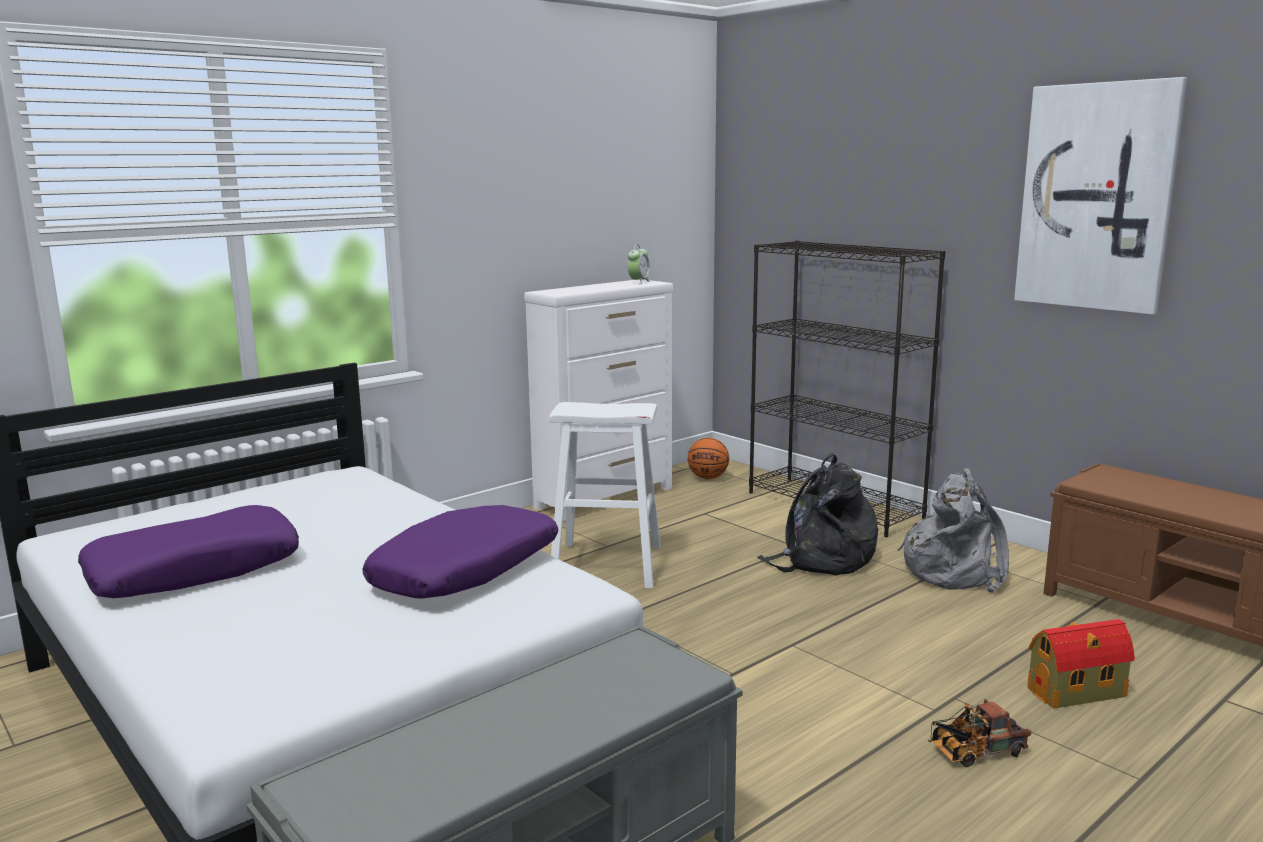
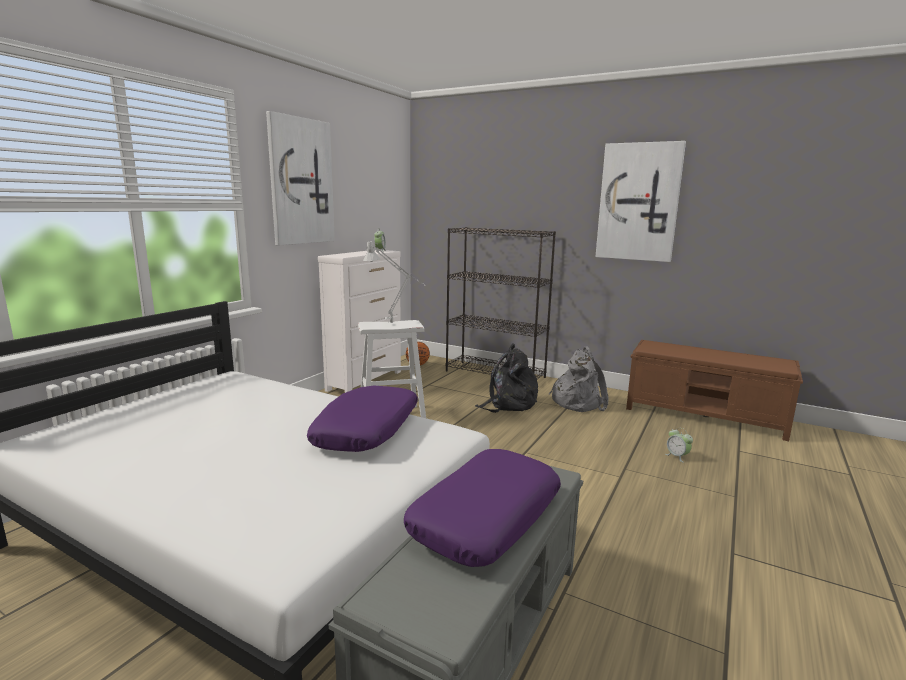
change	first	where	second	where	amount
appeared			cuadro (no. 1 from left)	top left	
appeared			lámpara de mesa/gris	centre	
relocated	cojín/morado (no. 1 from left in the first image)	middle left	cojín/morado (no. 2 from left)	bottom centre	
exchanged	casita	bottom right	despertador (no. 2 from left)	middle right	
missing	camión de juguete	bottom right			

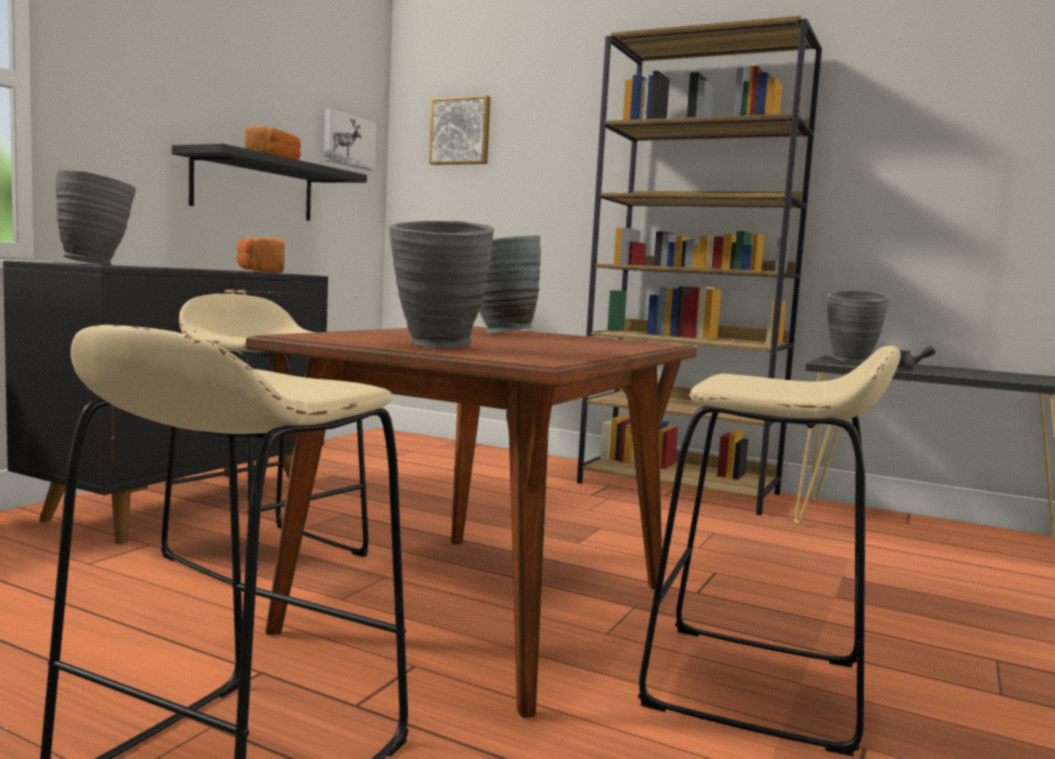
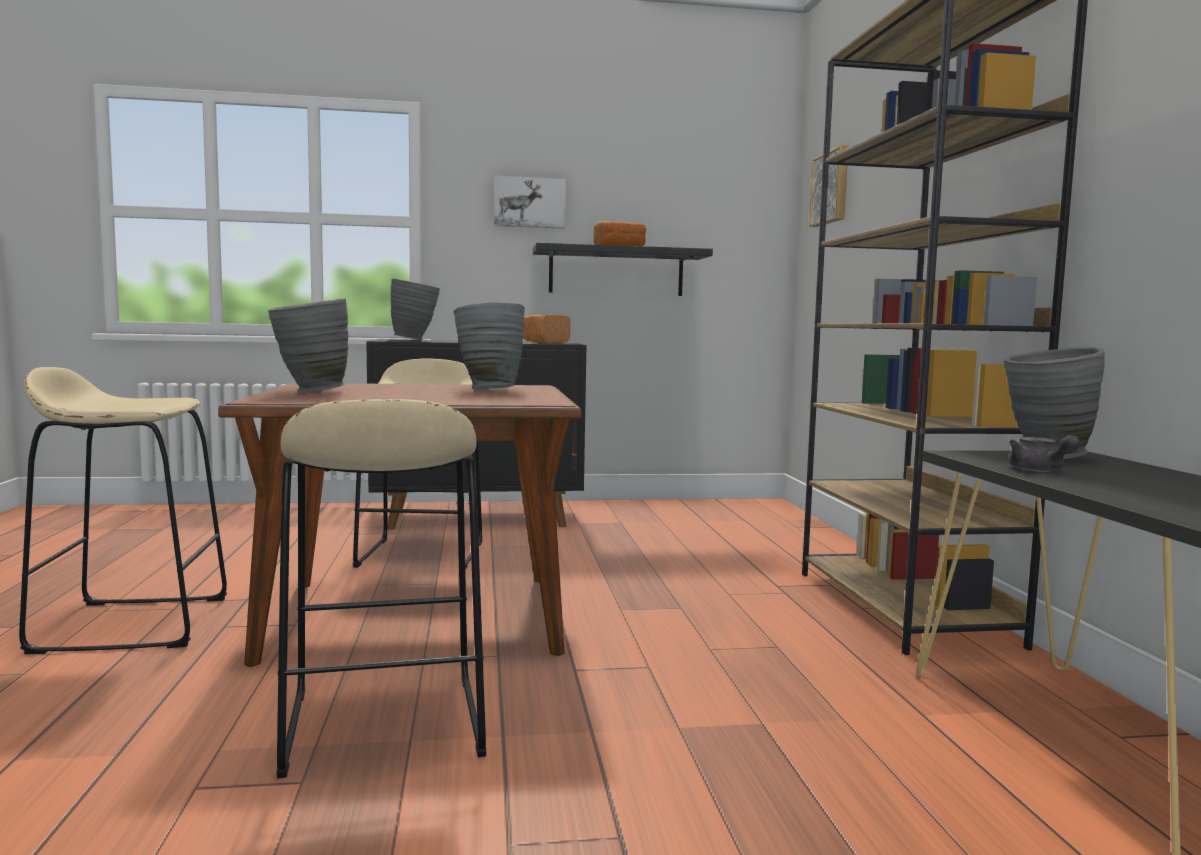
change	first	where	second	where	amount
relocated	cuadro (no. 1 from left)	top left		top centre	

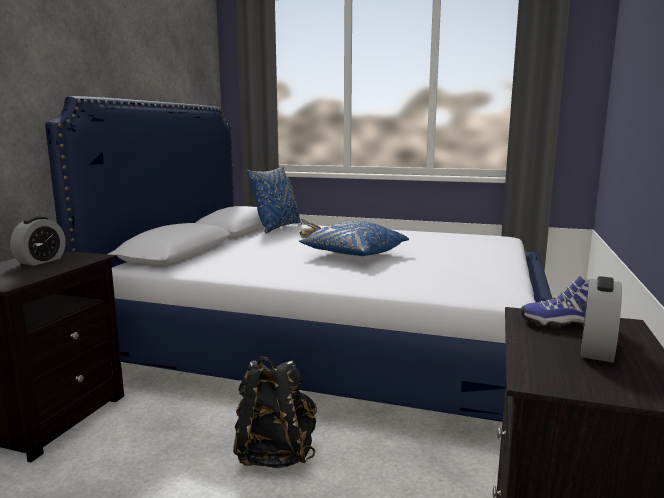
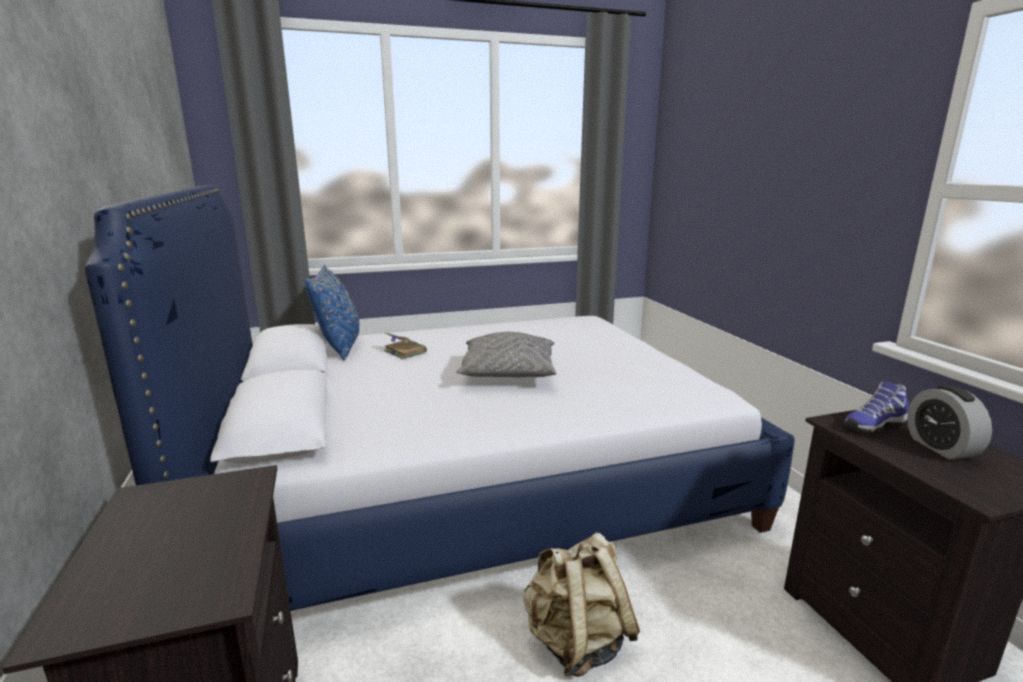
change	first	where	second	where	amount
colour	cojín/azul (no. 2 from left)	centre	cojín/gris	centre	
colour	mochila/negro	bottom centre	mochila/beis	bottom centre	
missing	despertador (no. 1 from left)	middle left			

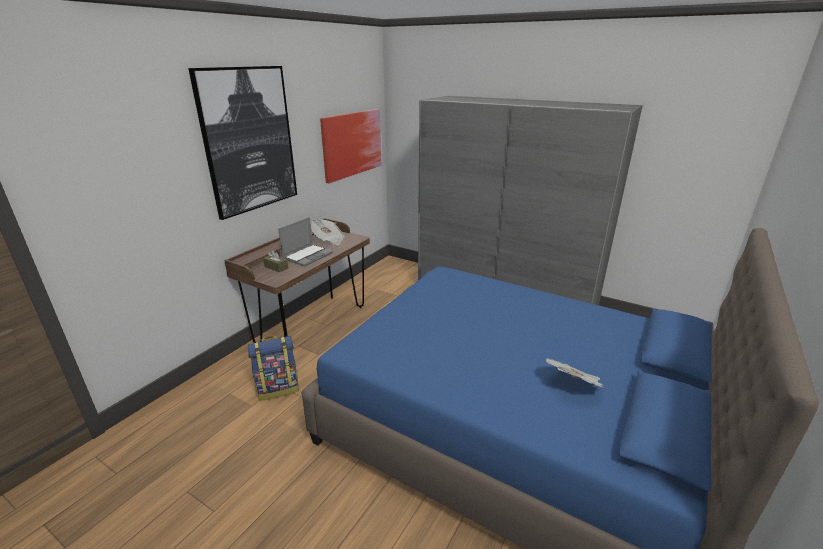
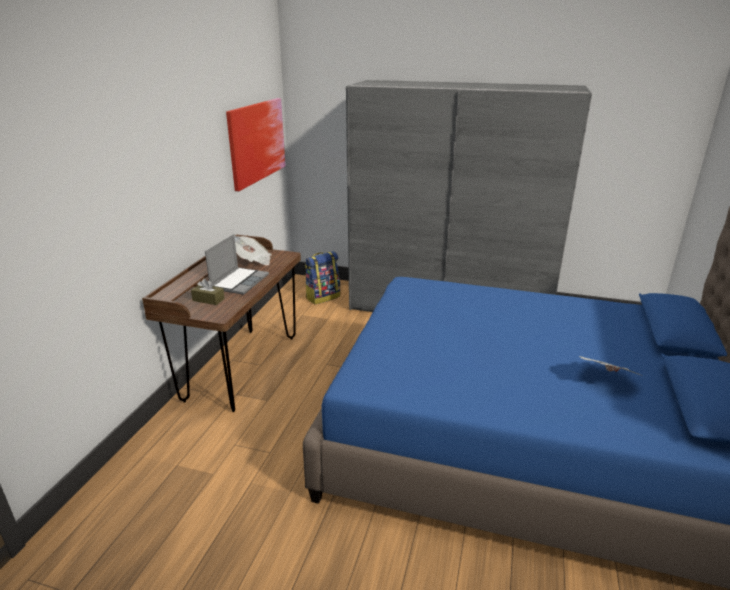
change	first	where	second	where	amount
relocated	mochila	bottom left		centre	
missing	cuadro (no. 1 from left)	top left			

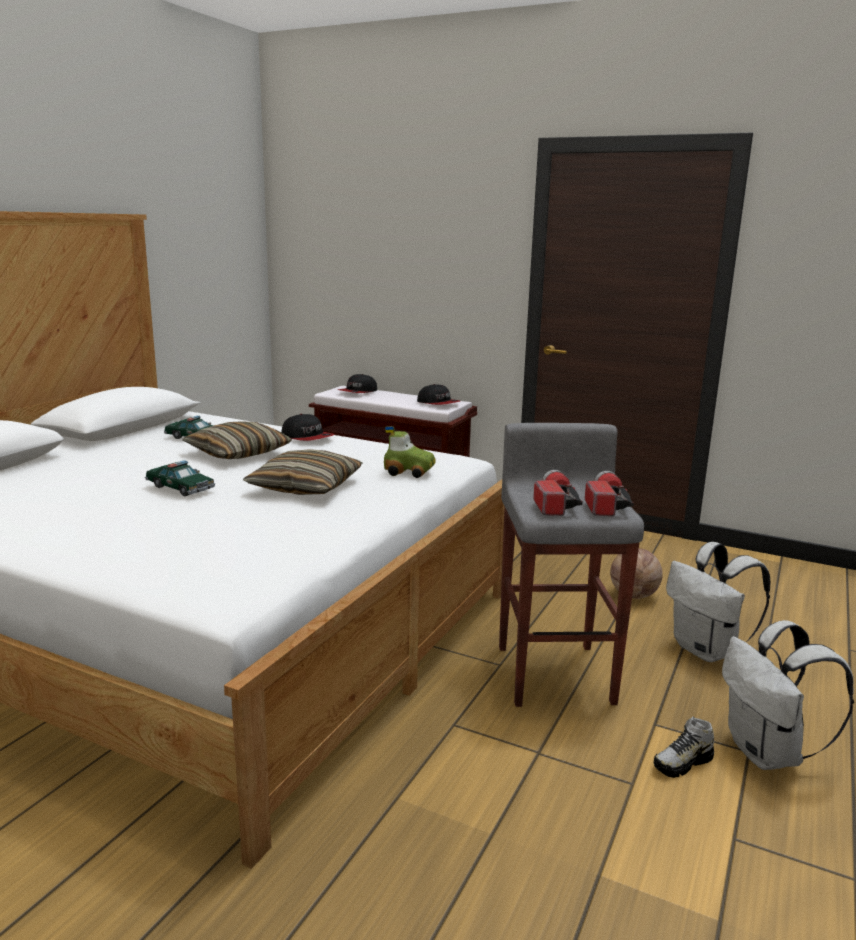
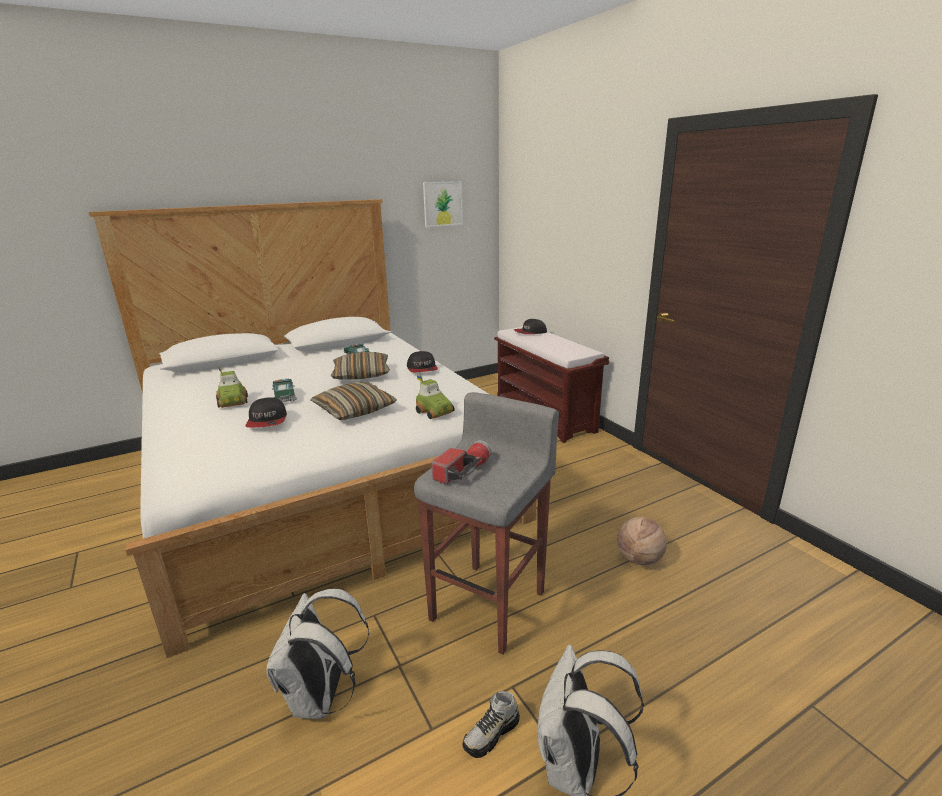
change	first	where	second	where	amount
appeared			coche de juguete (no. 1 from left)	middle left	
relocated	gorra (no. 3 from left in the first image)	centre	gorra (no. 1 from left)	middle left	
relocated	mochila/blanco (no. 1 from left)	middle right		bottom centre	
appeared			cuadro	top centre	
spun	zapato	bottom right		bottom centre	45 degrees counterclockwise
missing	linterna (no. 2 from left)	middle right			

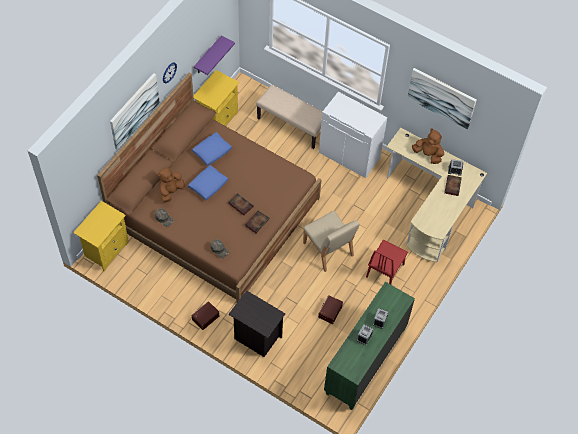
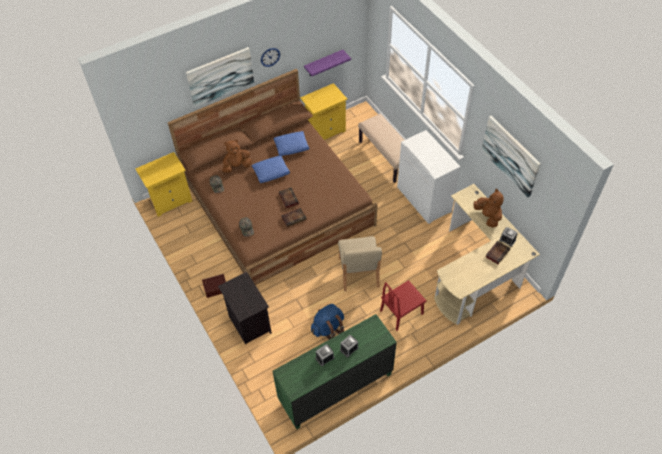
change	first	where	second	where	amount
exchanged	caja de almacenaje/marrón (no. 2 from left)	bottom centre	mochila/azul	bottom centre	

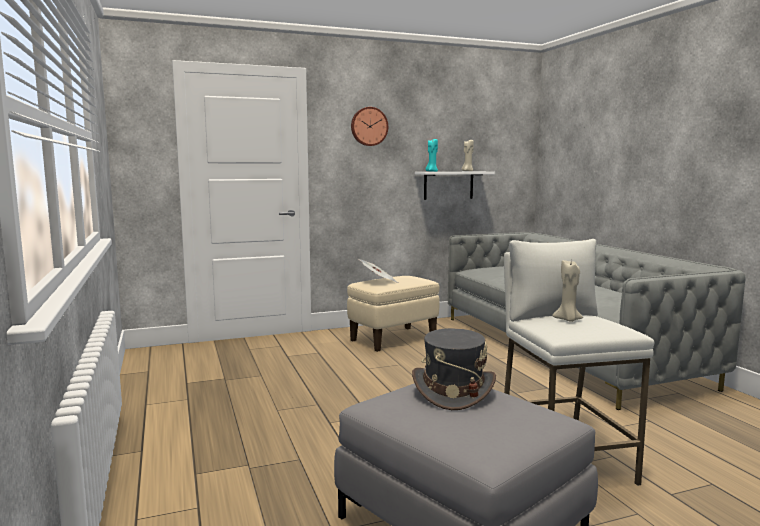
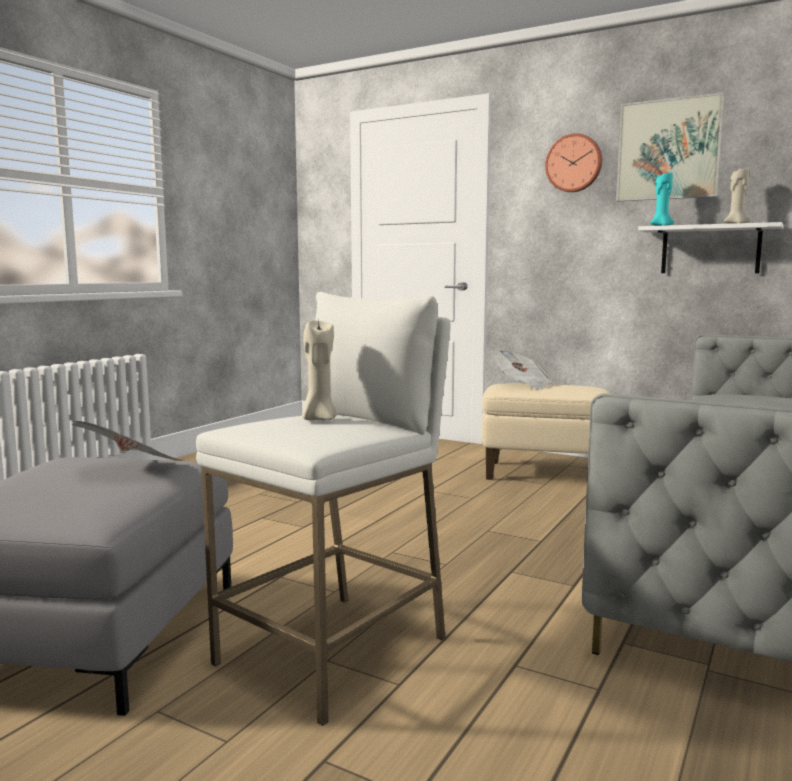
change	first	where	second	where	amount
exchanged	sombrero/gris	bottom centre	periódico (no. 1 from left)	middle left	
appeared			cuadro	top right	

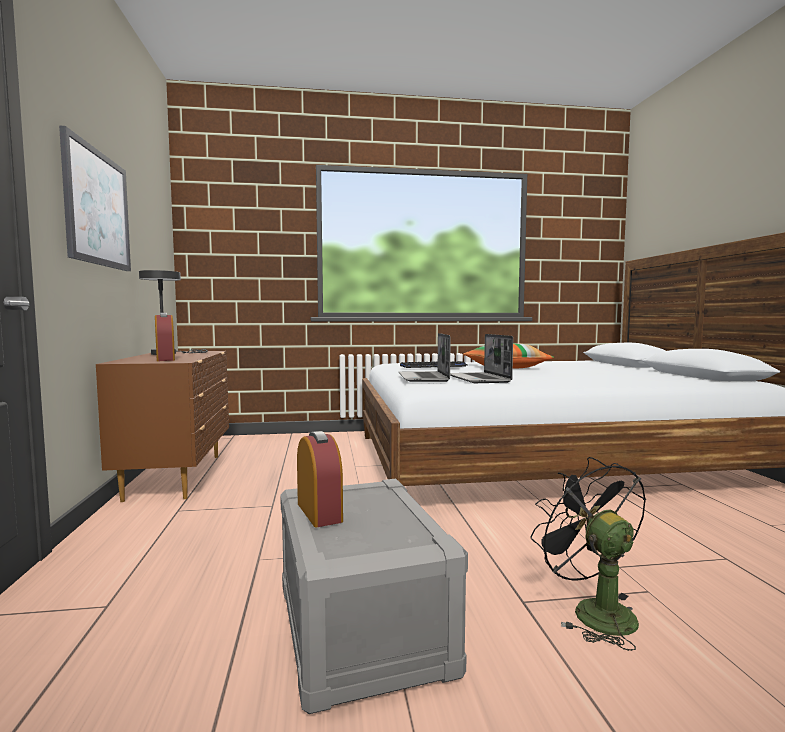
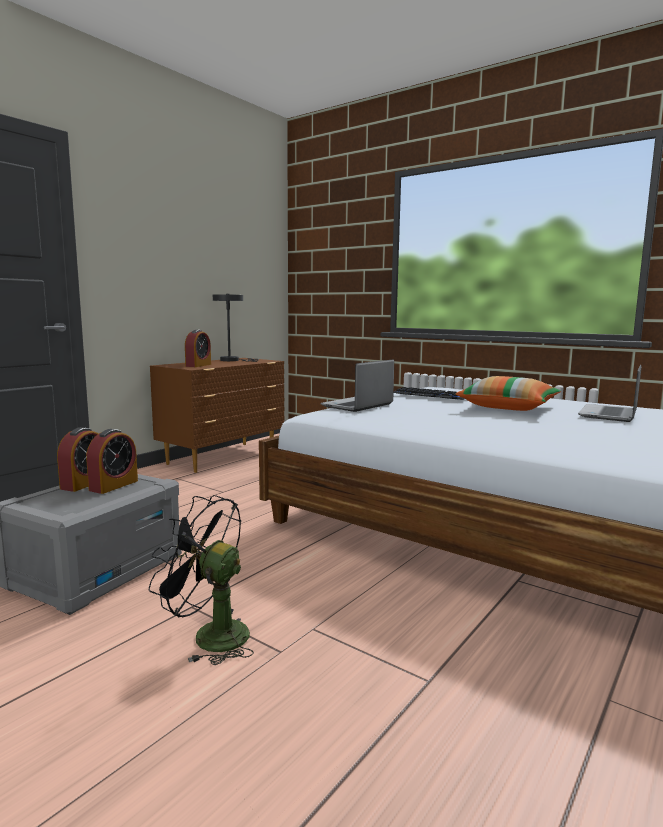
change	first	where	second	where	amount
appeared			despertador (no. 2 from left)	middle left	
spun	ventilador/negro	bottom right		bottom left	90 degrees counterclockwise
relocated	portátil (no. 2 from left)	centre		middle right	
missing	cuadro	top left			

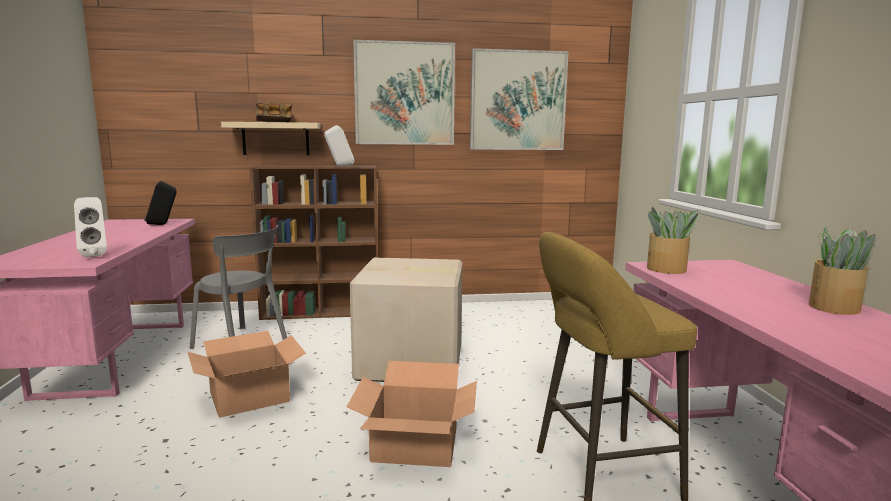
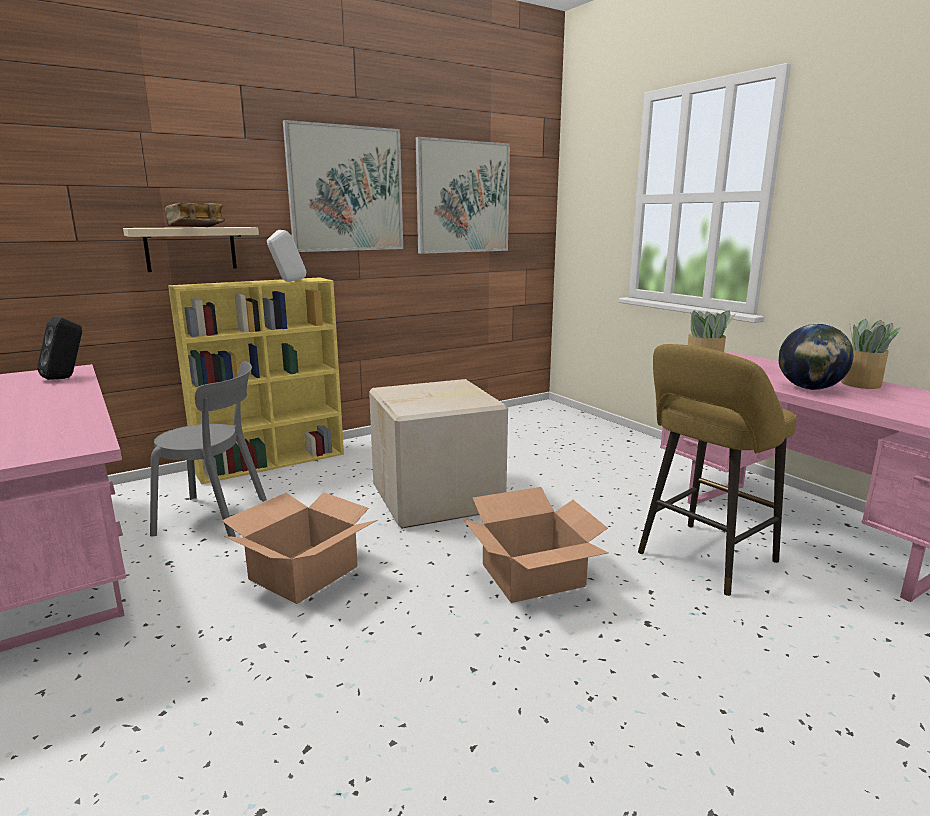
change	first	where	second	where	amount
colour	estantería/marrón	centre	estantería/amarillo	middle left	
appeared			globo terráqueo	middle right	
missing	altavoz/blanco (no. 1 from left)	middle left			

